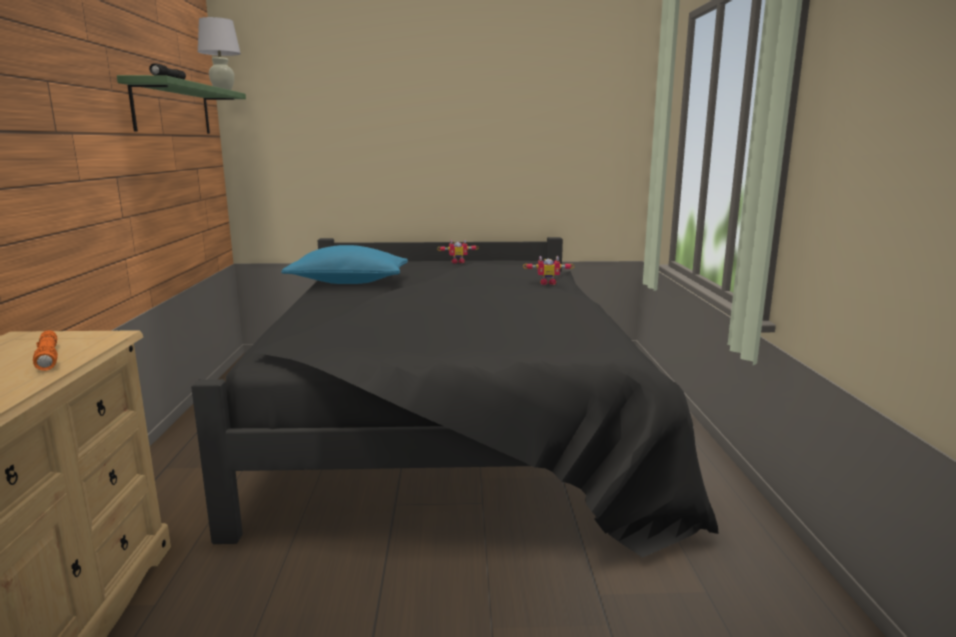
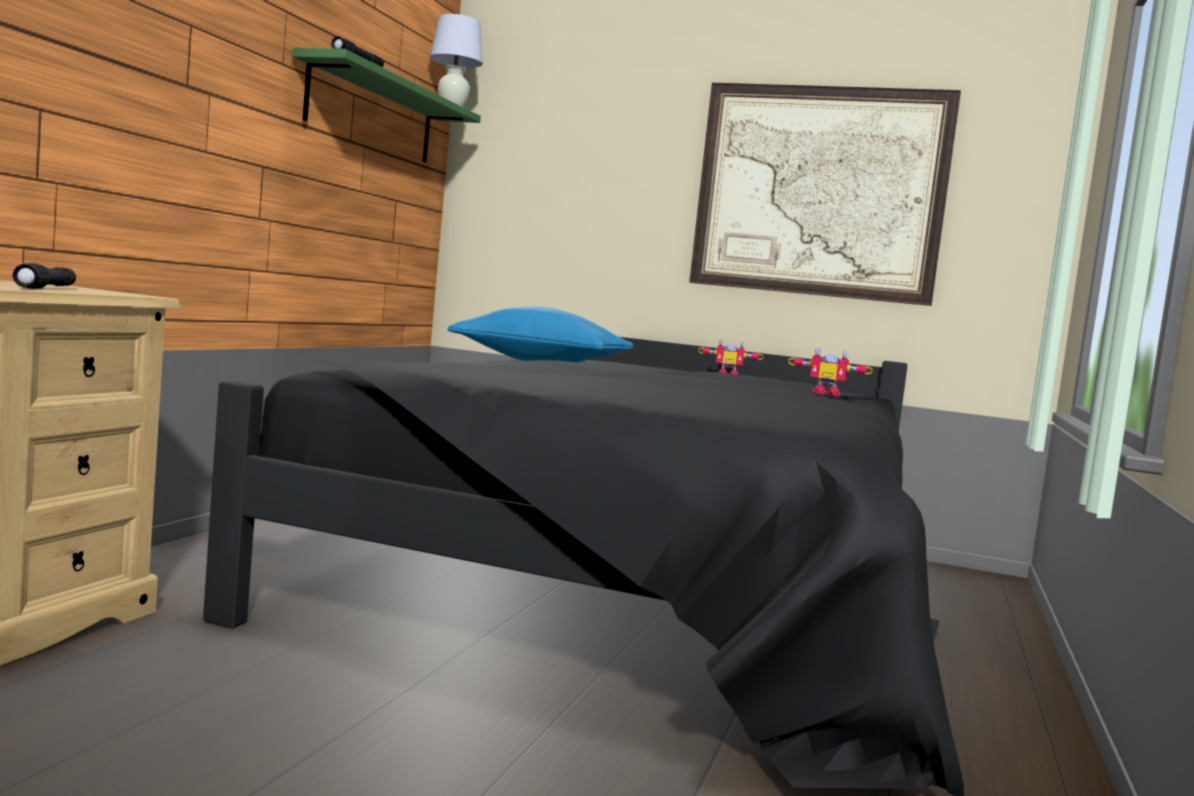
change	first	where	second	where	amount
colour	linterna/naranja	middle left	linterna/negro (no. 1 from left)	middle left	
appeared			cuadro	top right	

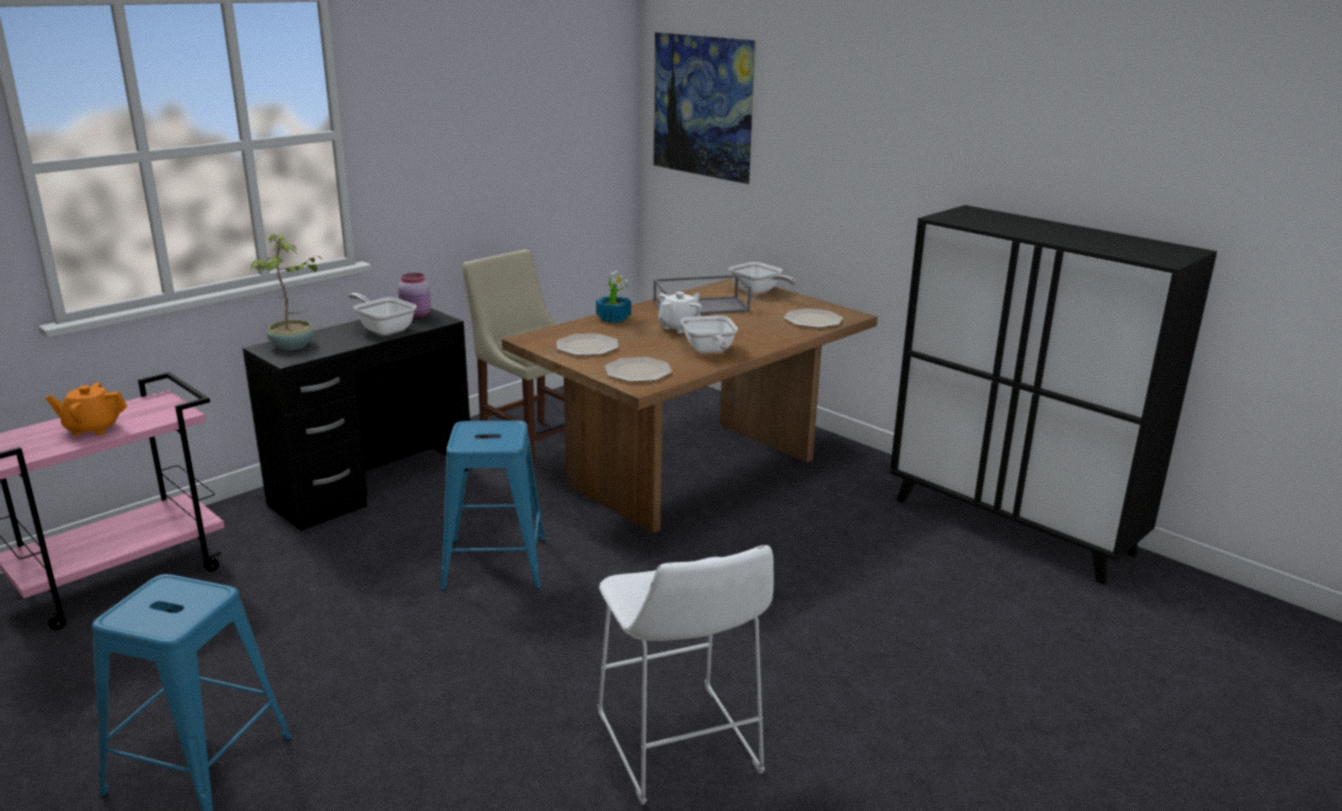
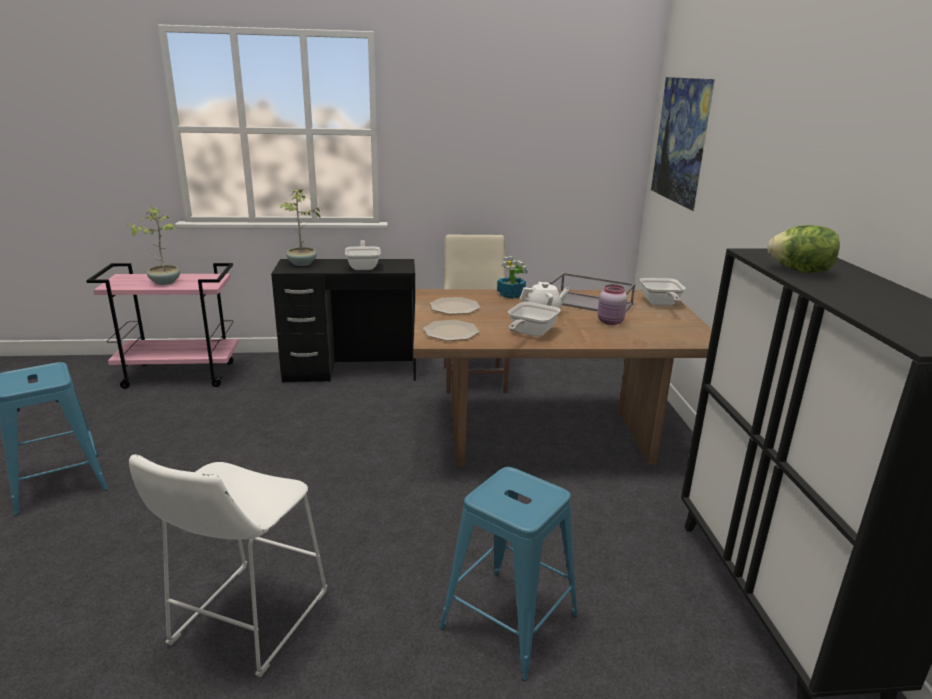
change	first	where	second	where	amount
exchanged	tetera/naranja	middle left	planta en maceta (no. 1 from left)	middle left	
relocated	taburete/azul (no. 2 from left)	centre		bottom centre	
relocated	tarro/rosa	middle left		centre	
appeared			lechuga	middle right	
missing	plato (no. 3 from left)	centre			

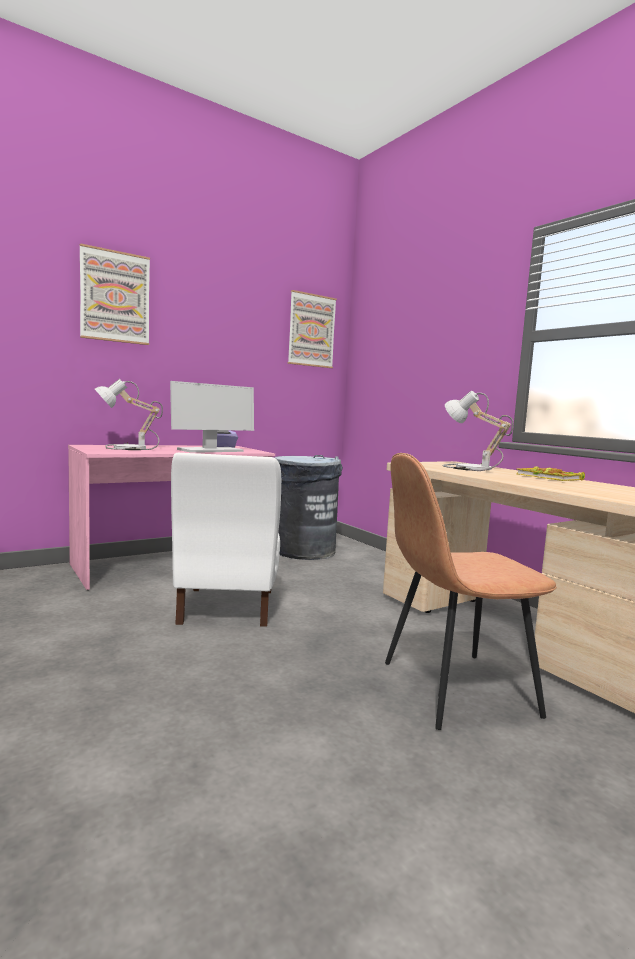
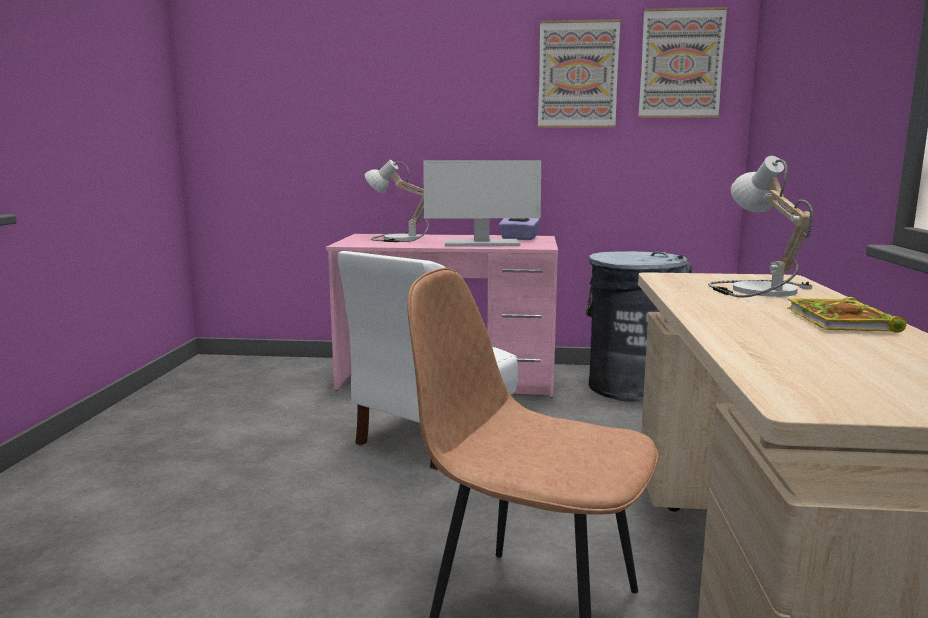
change	first	where	second	where	amount
relocated	cuadro (no. 1 from left)	top left		top centre	

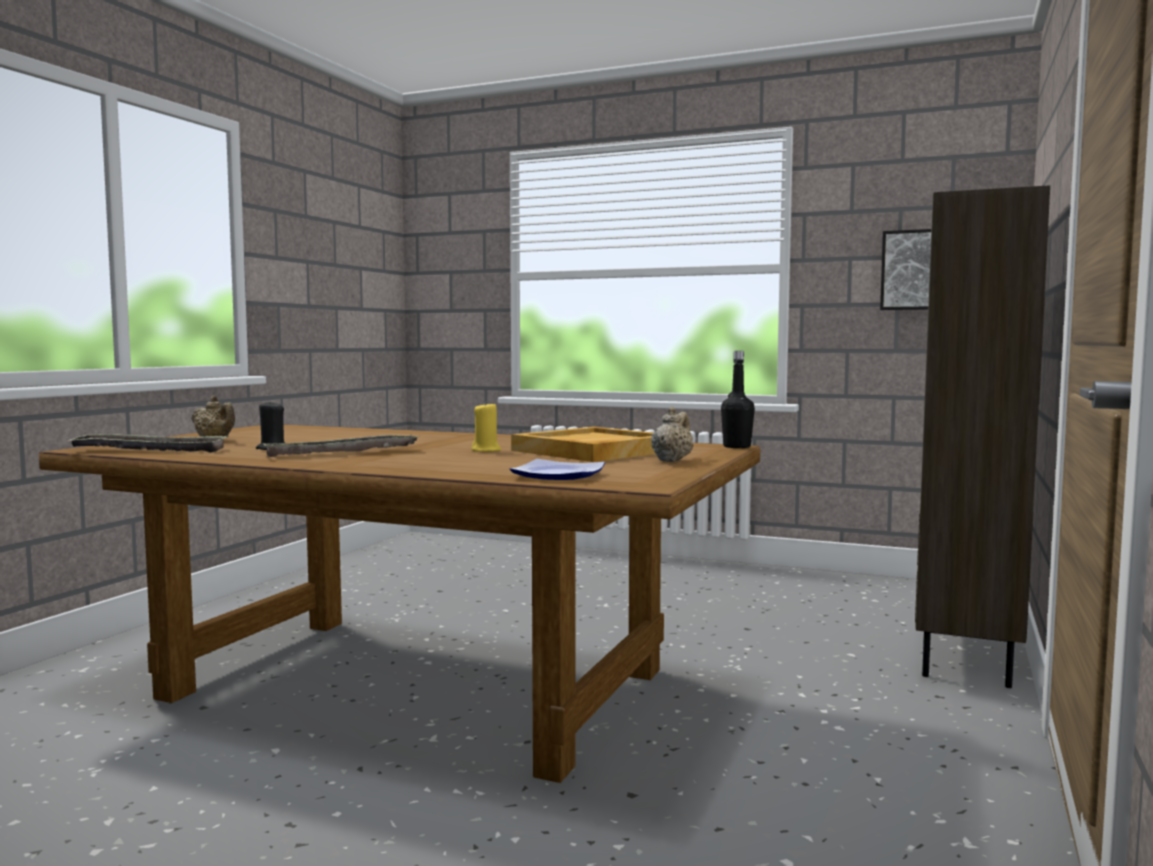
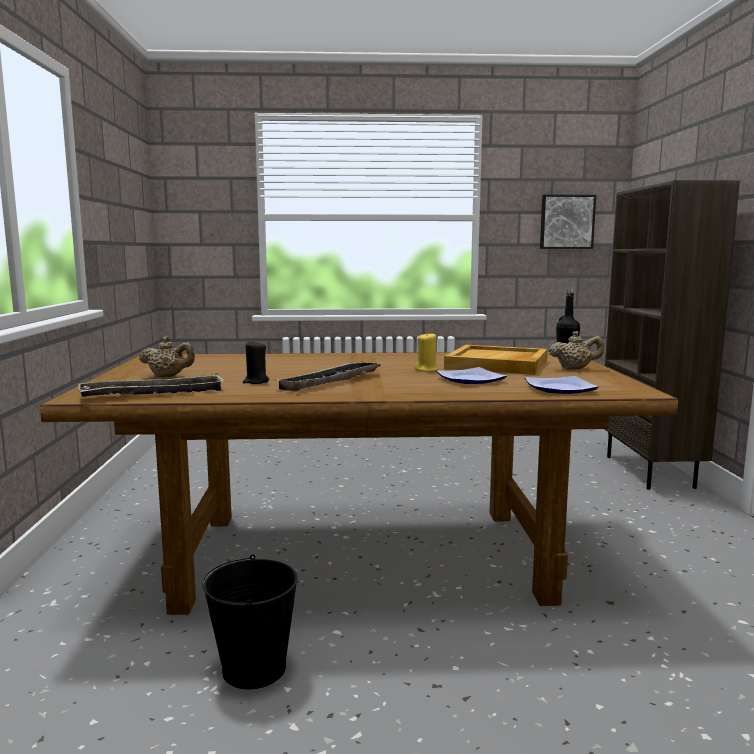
change	first	where	second	where	amount
appeared			cubo/negro	bottom left	
appeared			plato (no. 1 from left)	centre	
spun	tetera/beis (no. 2 from left)	centre		middle right	90 degrees clockwise

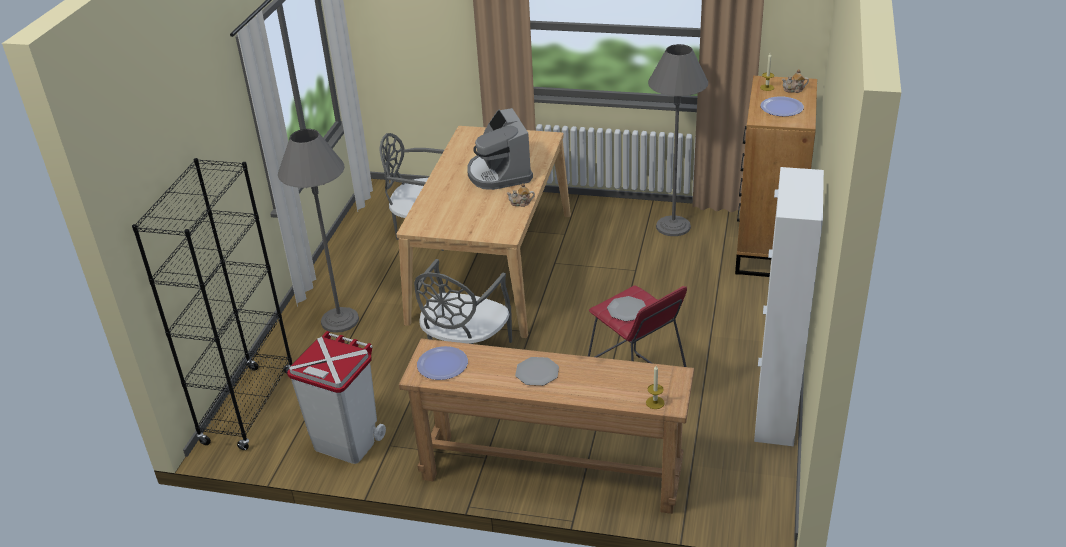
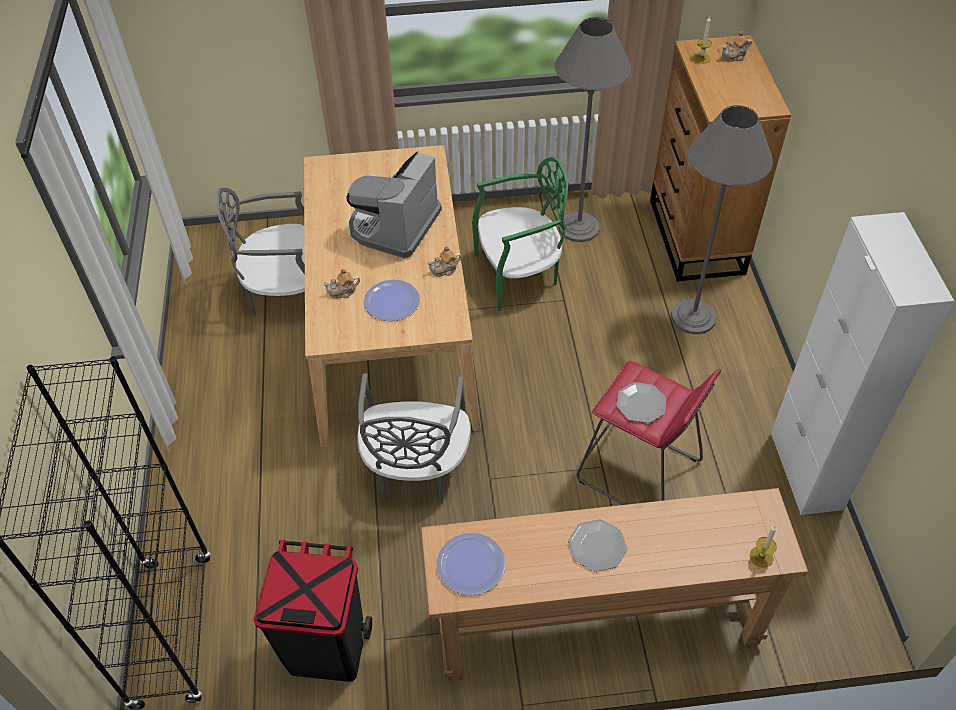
change	first	where	second	where	amount
colour	papelera/blanco	bottom left	papelera/negro	bottom left	
appeared			tetera (no. 1 from left)	centre	
spun	cafetera	top centre		top centre	60 degrees clockwise
relocated	plato (no. 4 from left in the first image)	top right	plato (no. 1 from left)	centre	
appeared			silla/verde	top centre	
relocated	lámpara de pie/gris (no. 1 from left in the first image)	middle left	lámpara de pie/gris (no. 2 from left)	top right	

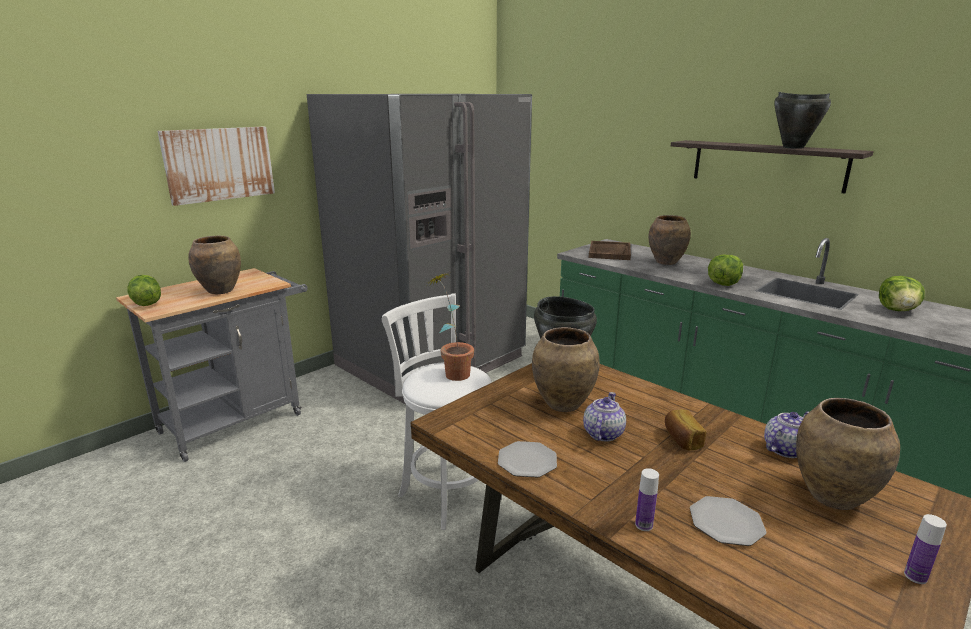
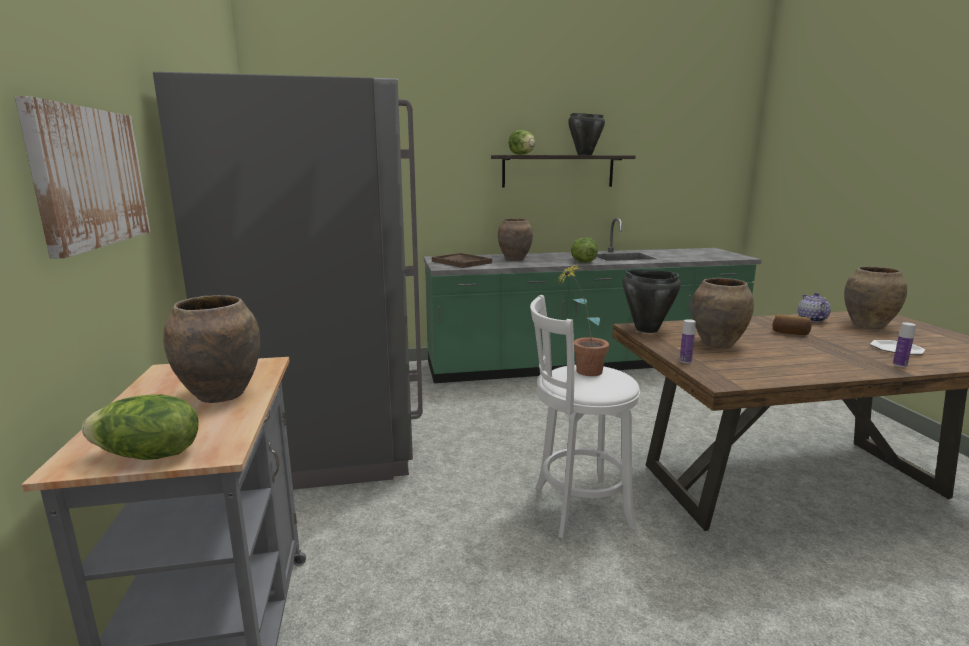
change	first	where	second	where	amount
relocated	lechuga (no. 3 from left in the first image)	middle right	lechuga (no. 2 from left)	top centre	
relocated	botella (no. 2 from left in the first image)	bottom right	botella (no. 1 from left)	middle right	
missing	plato (no. 1 from left)	bottom centre			
missing	tetera (no. 1 from left)	centre			

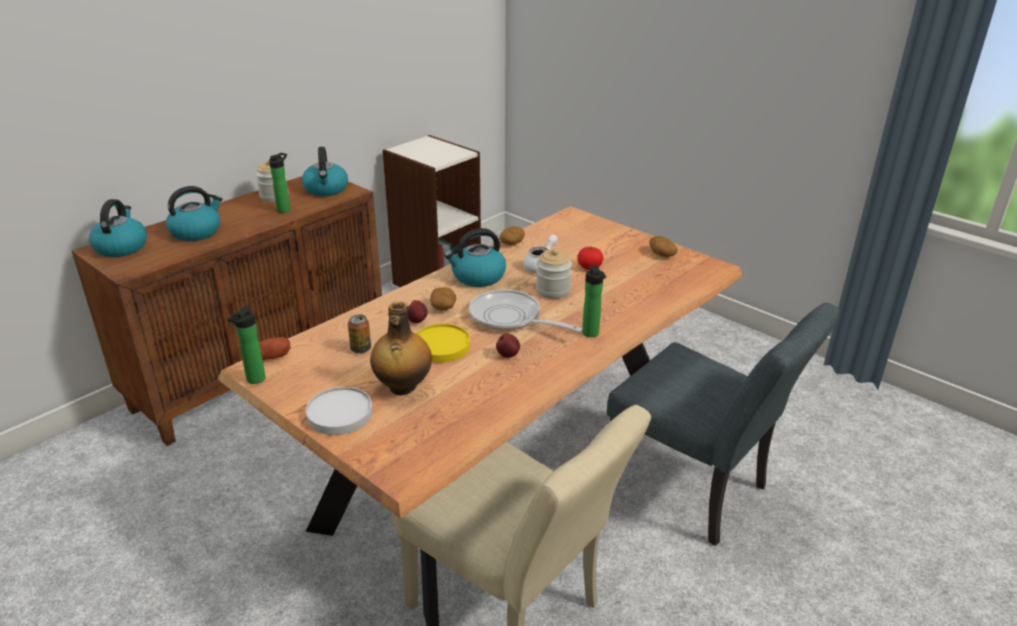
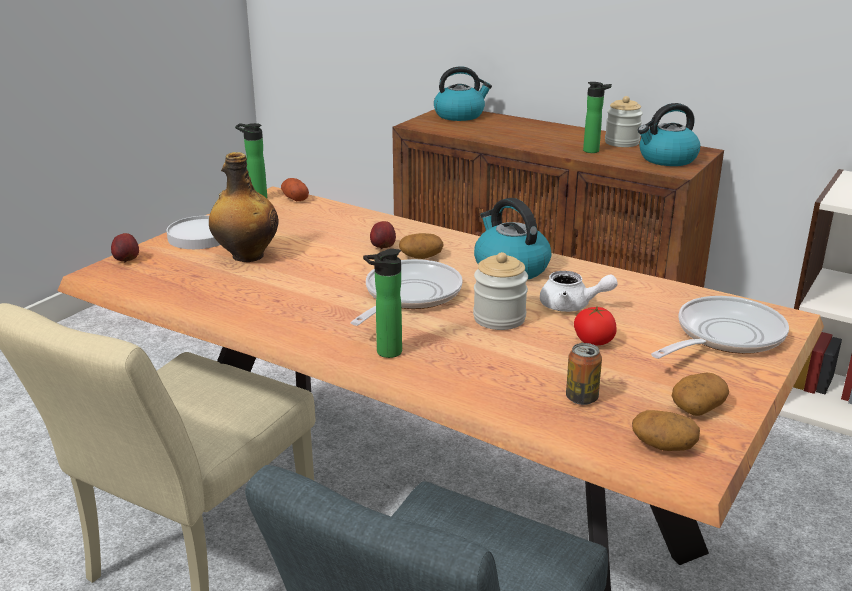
change	first	where	second	where	amount
relocated	manzana (no. 2 from left in the first image)	centre	manzana (no. 1 from left)	middle left	
relocated	lata	centre		middle right	
relocated	patata (no. 3 from left)	centre		bottom right	
appeared			sartén (no. 2 from left)	middle right	
missing	hervidor (no. 2 from left)	middle left			
missing	plato/amarillo	centre			

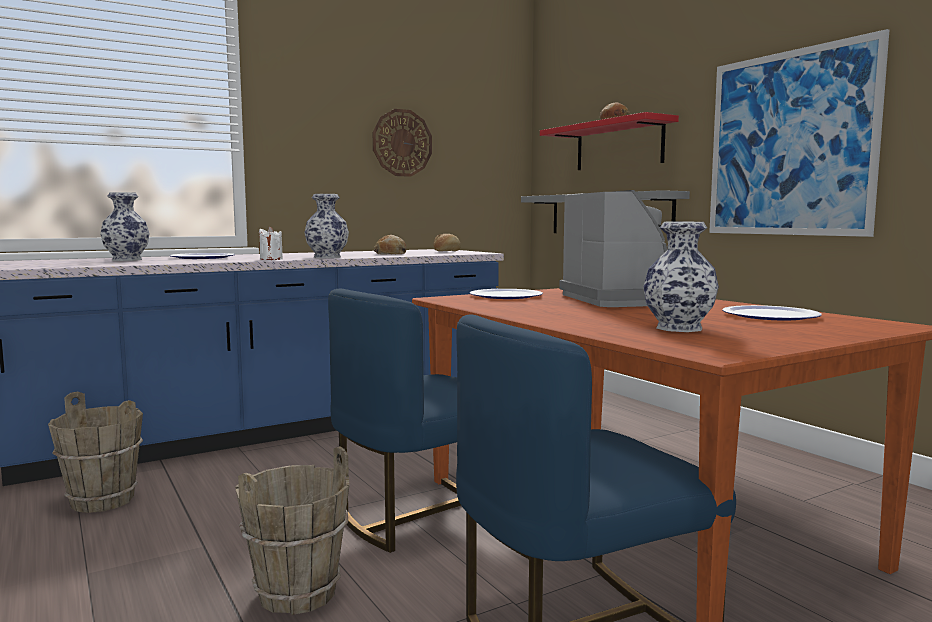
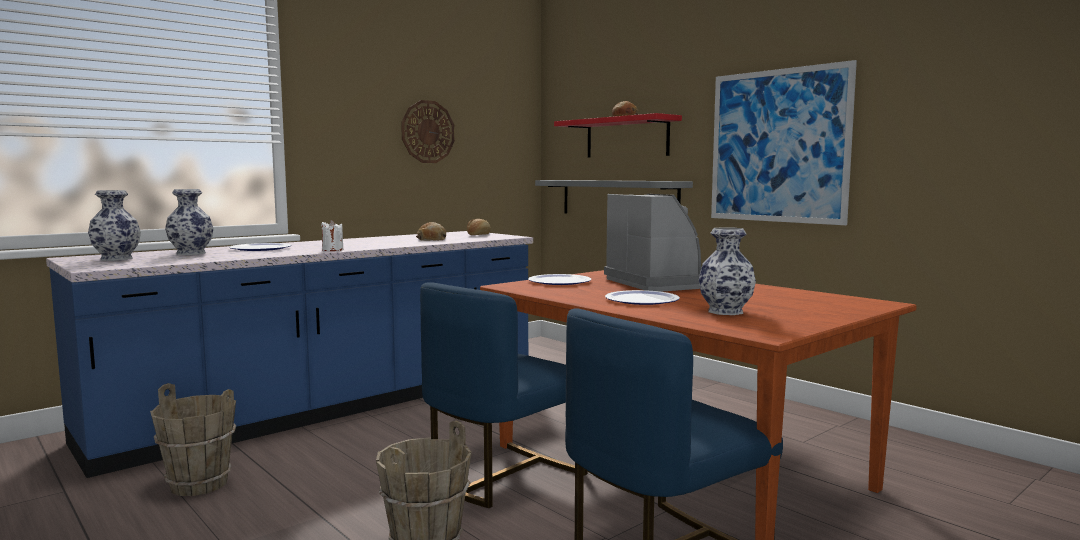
change	first	where	second	where	amount
relocated	florero (no. 2 from left in the first image)	centre	florero (no. 1 from left)	middle left	
relocated	plato (no. 3 from left)	middle right		centre	

